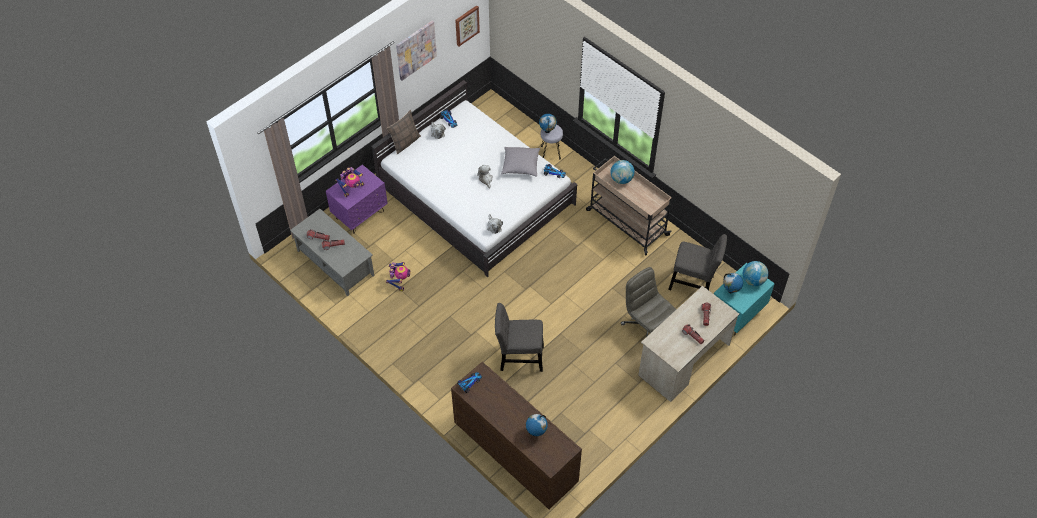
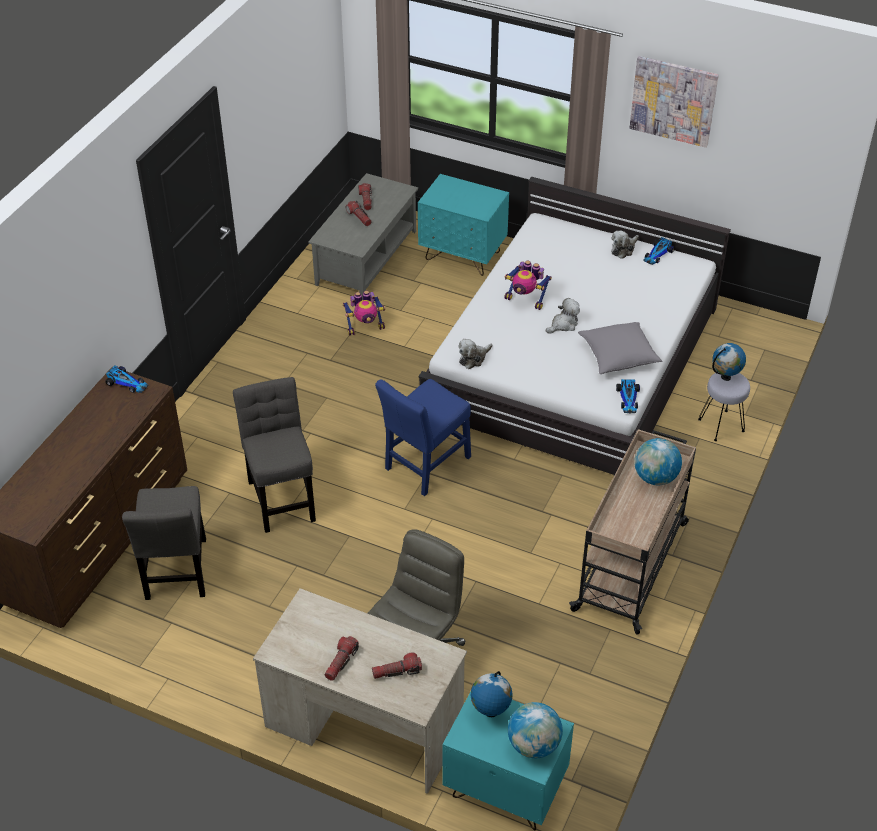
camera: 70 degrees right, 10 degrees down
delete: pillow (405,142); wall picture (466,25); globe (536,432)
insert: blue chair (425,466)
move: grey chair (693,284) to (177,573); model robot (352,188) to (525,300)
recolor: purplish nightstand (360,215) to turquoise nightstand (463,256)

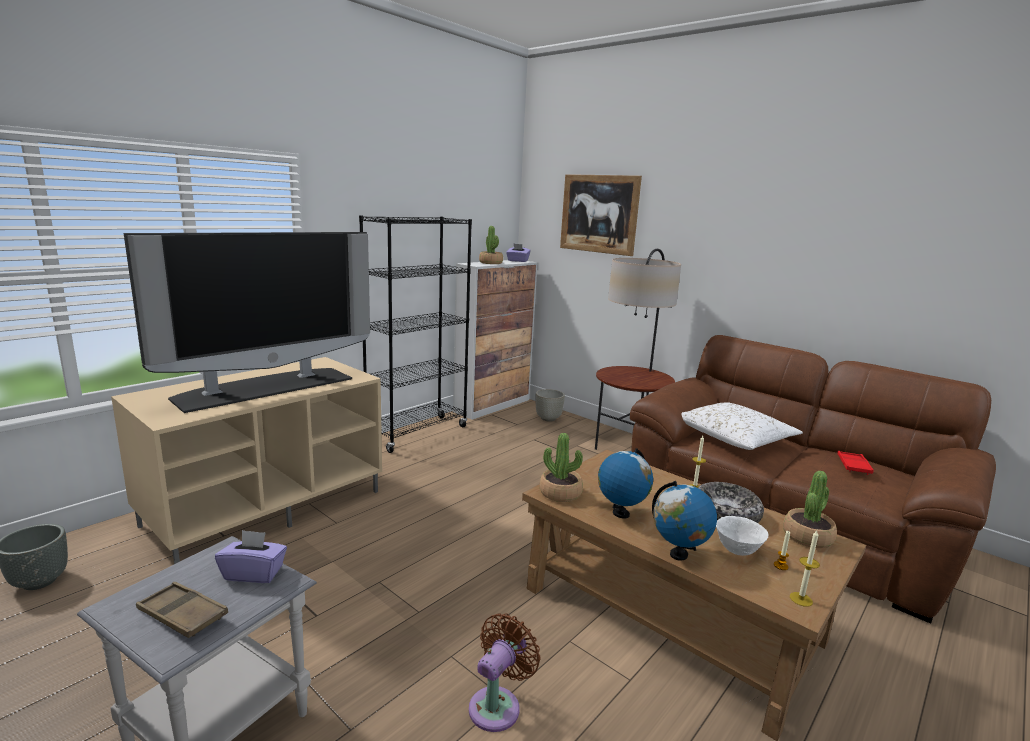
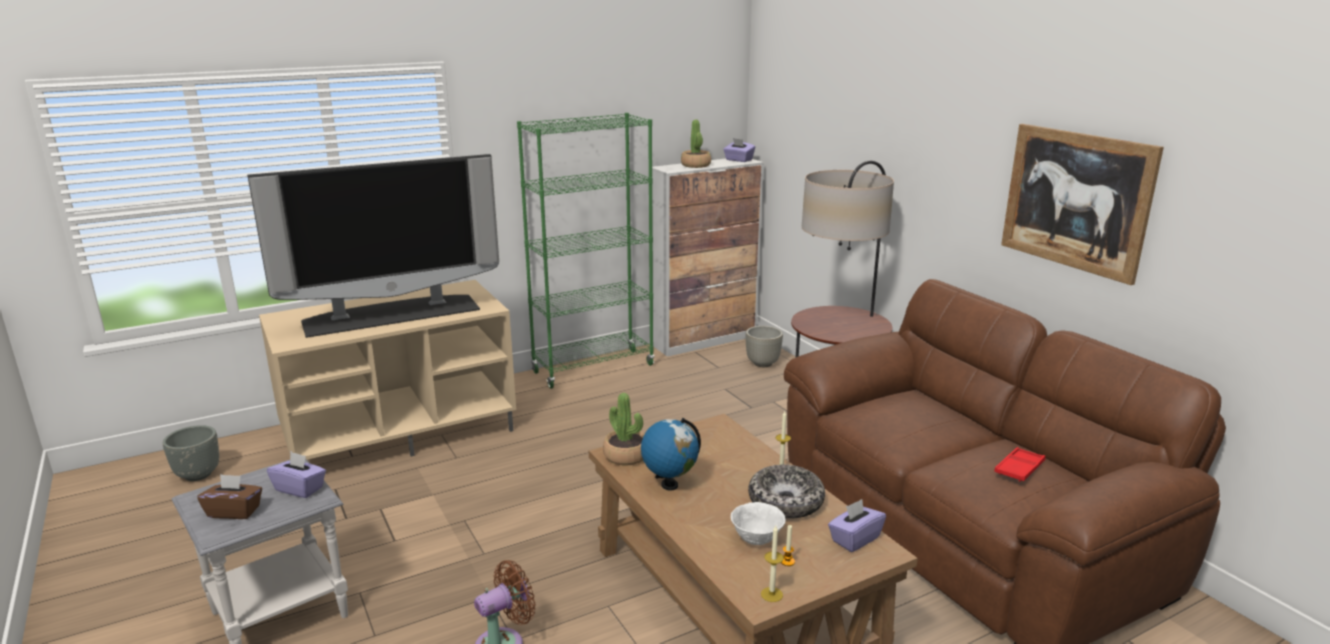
camera: 20 degrees right, 5 degrees up
delete: globe (678,555); white-coloured pillow (735,438)
move: wall picture (599,214) to (1076,200)
replace: brown-coloured carrying tray (182,615) to brown-coloured tissue box (234,511); potted plant (807,537) to purplish tissue box (854,539)
recolor: black shelving unit (417,434) to green-coloured shelving unit (593,369)

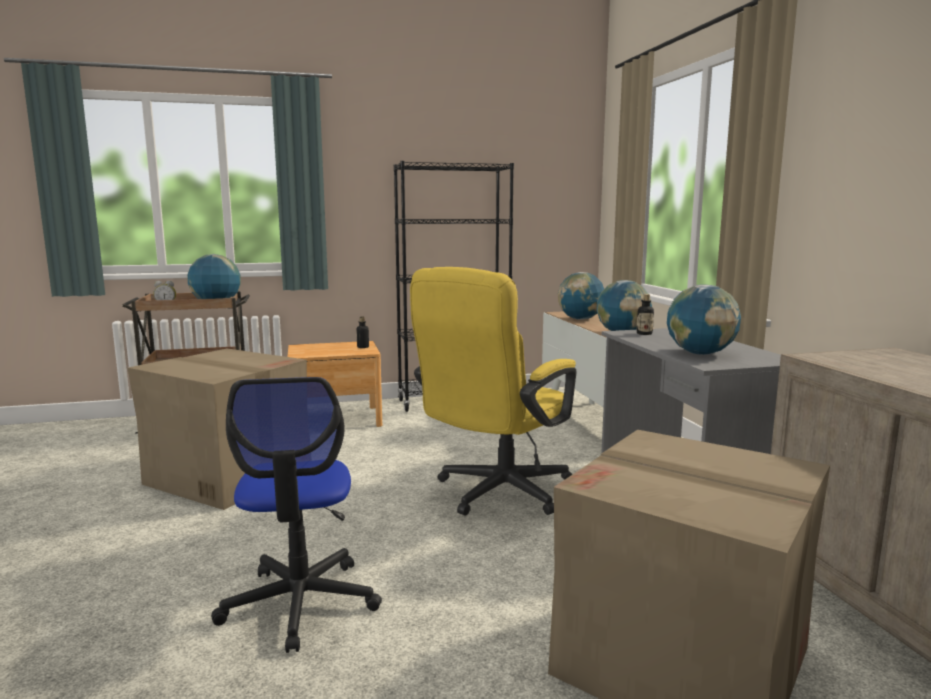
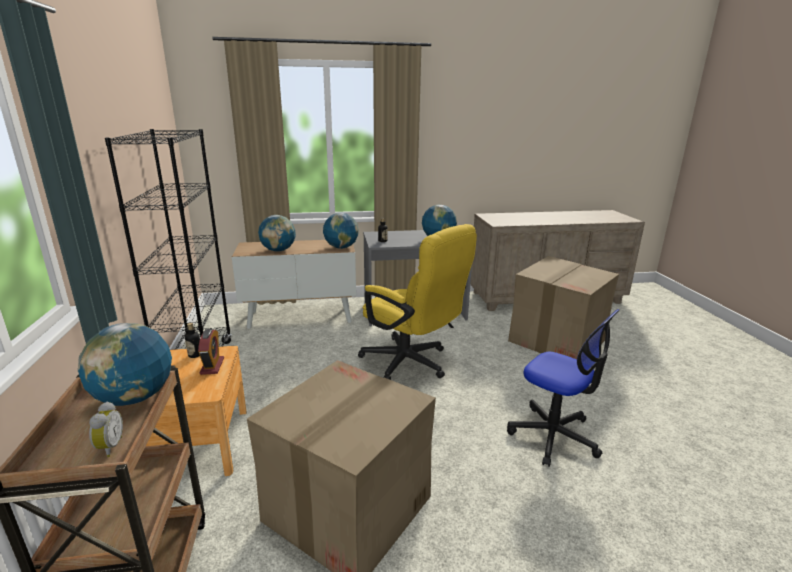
camera: 85 degrees left, 10 degrees up
insert: alarm clock (212,366)
rotate: office chair (300,603) = (553,436) 45 degrees clockwise

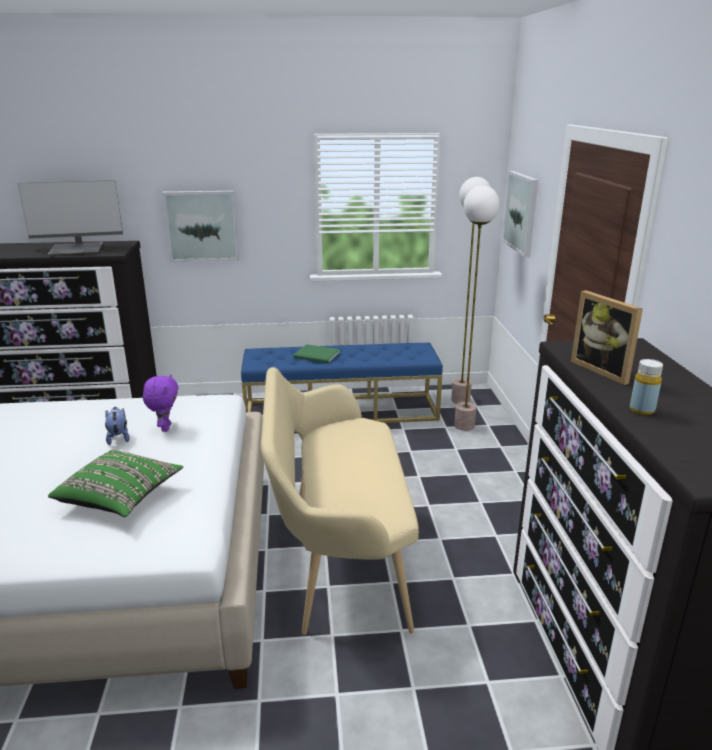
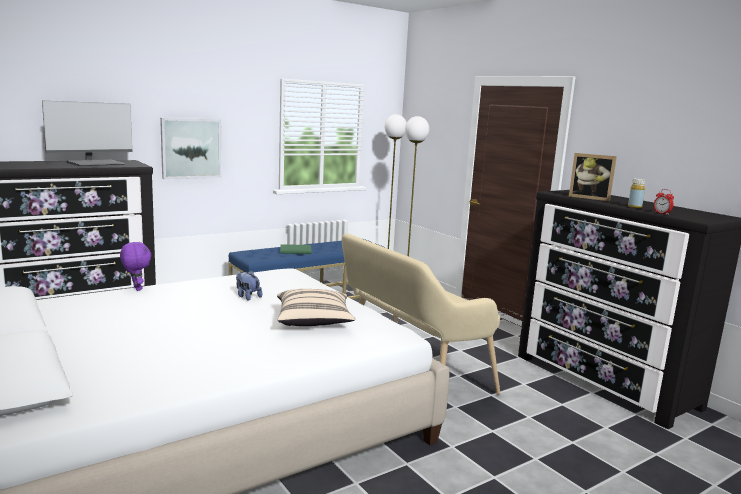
camera: 30 degrees left, 10 degrees down
delete: wall picture (521,212)
insert: alarm clock (661,213)
move: purplish soft toy (165,428) to (136,289)
recolor: green-coloured pillow (120,497) to sand-coloured pillow (314,321)

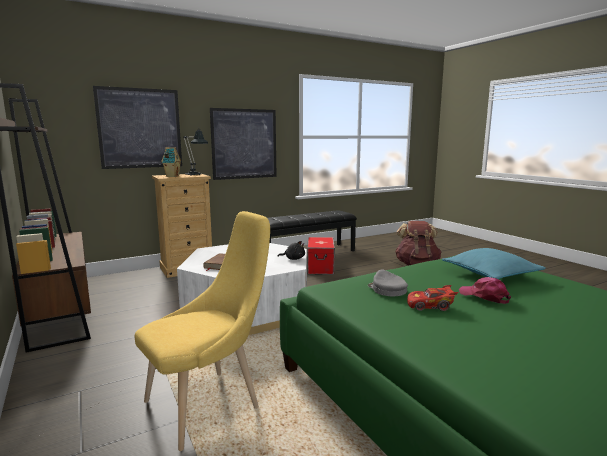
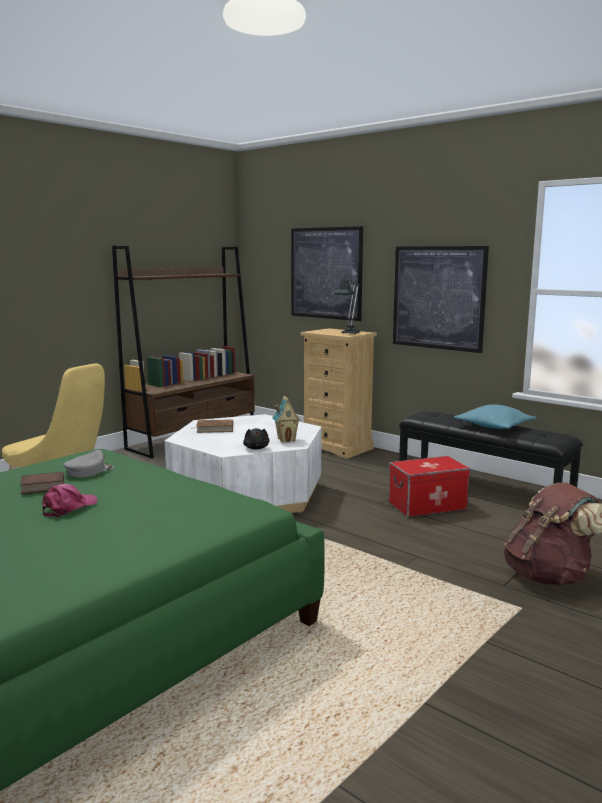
camera: 70 degrees right, 0 degrees up
move: model house (172,176) to (286,439); turquoise pillow (490,274) to (494,426)
replace: red-coloured miniature car (430,306) to bound book (42,488)

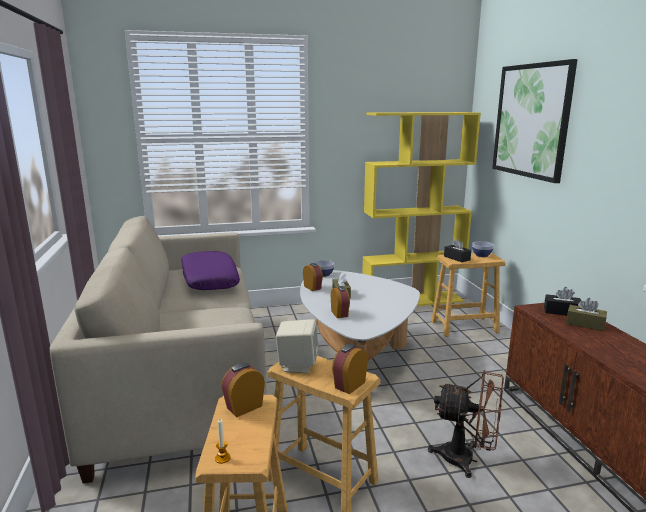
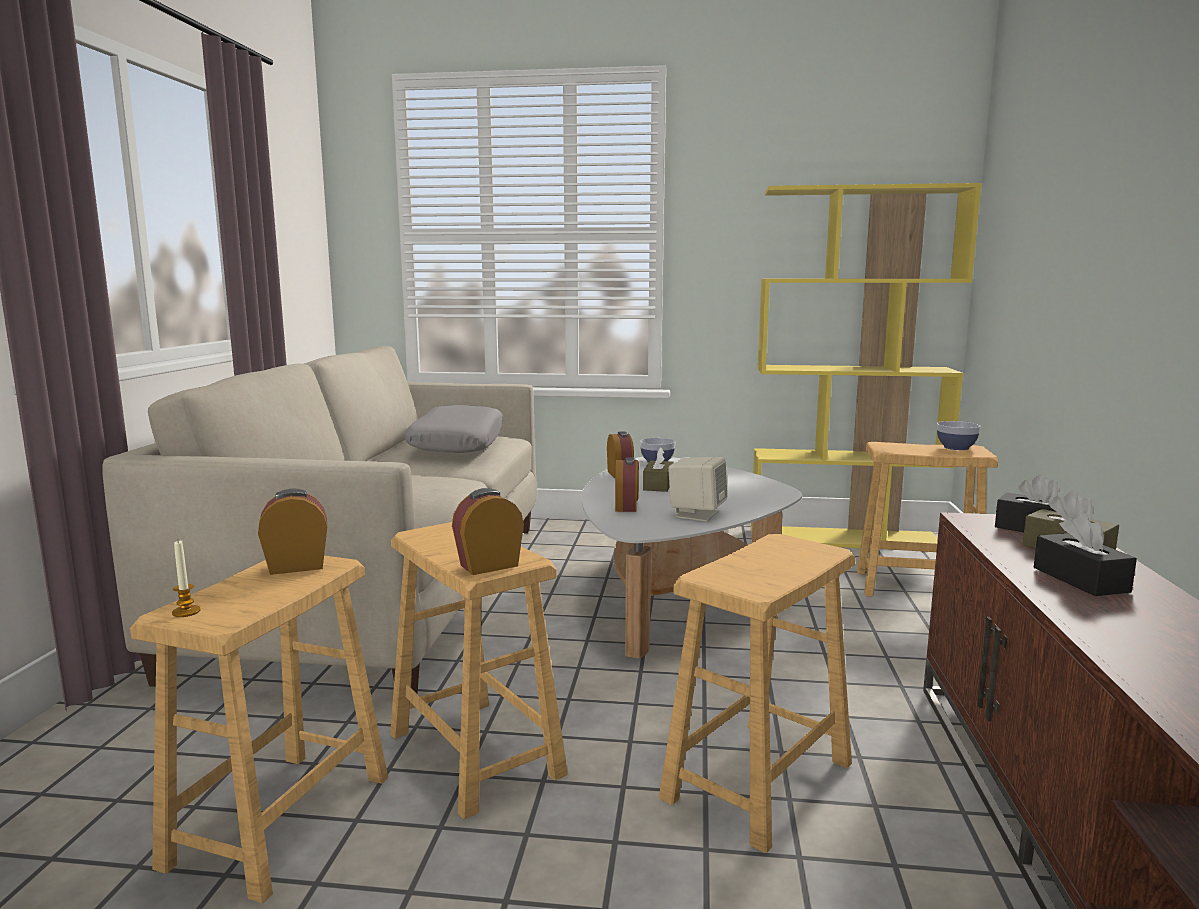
camera: 20 degrees right, 5 degrees down
delete: wall picture (531,121)
move: sand-coloured audio speaker (297,365) to (697,514); black tissue box (457,258) to (1080,579)
replace: brown-coloured cooling fan (466,459) to brown-coloured stool seat (757,780)
recolor: purplish pillow (209,279) to grey pillow (457,444)

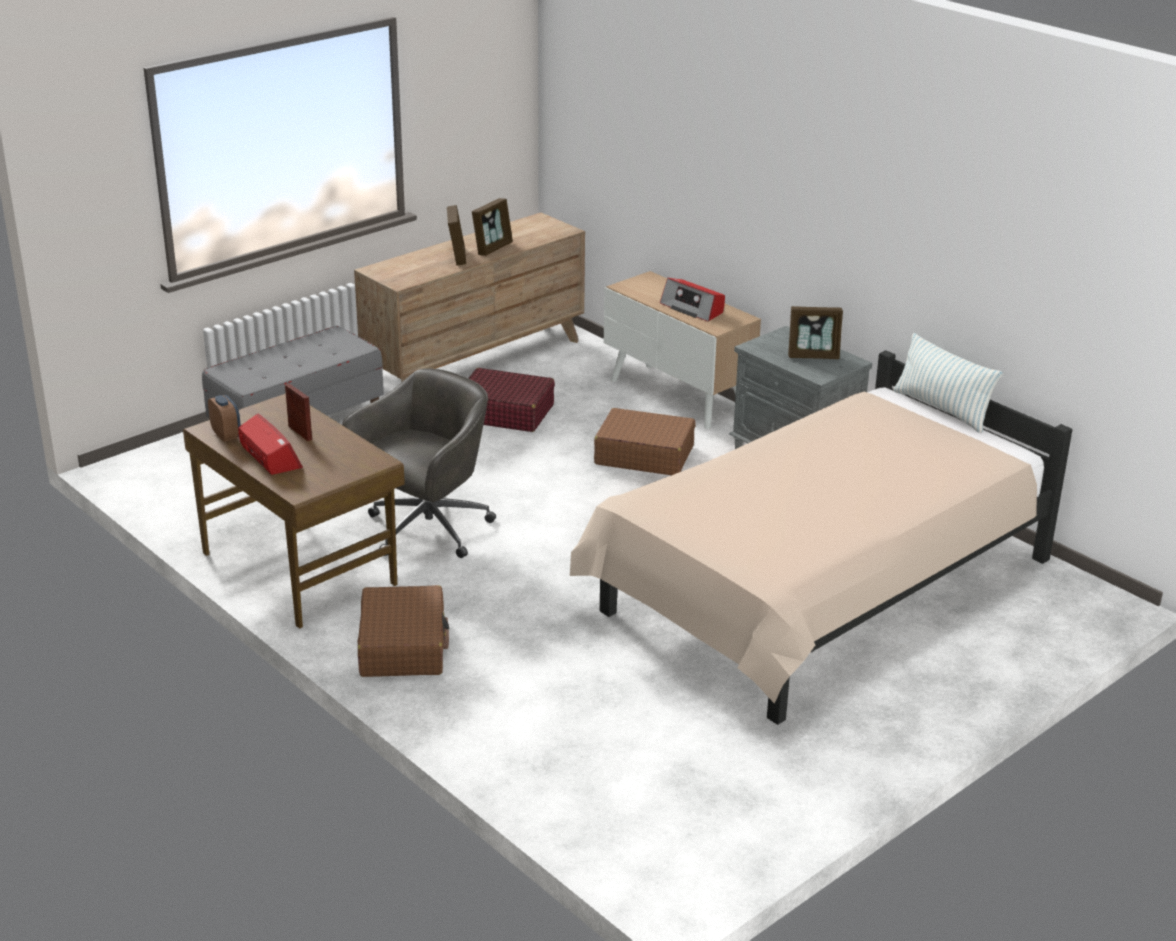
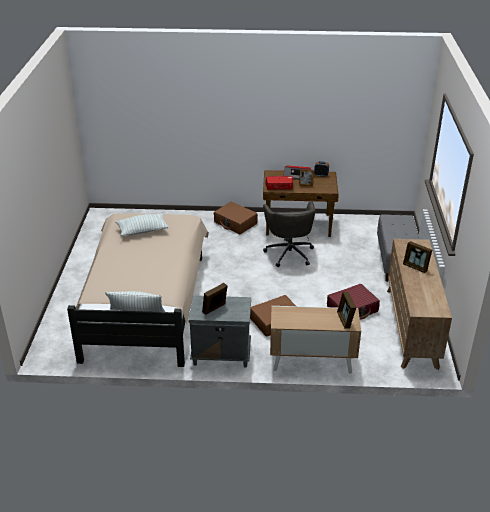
camera: 135 degrees right, 5 degrees up
insert: pillow (142,230)
move: radio (693,308) to (279,187); picture frame (493,248) to (345,320)

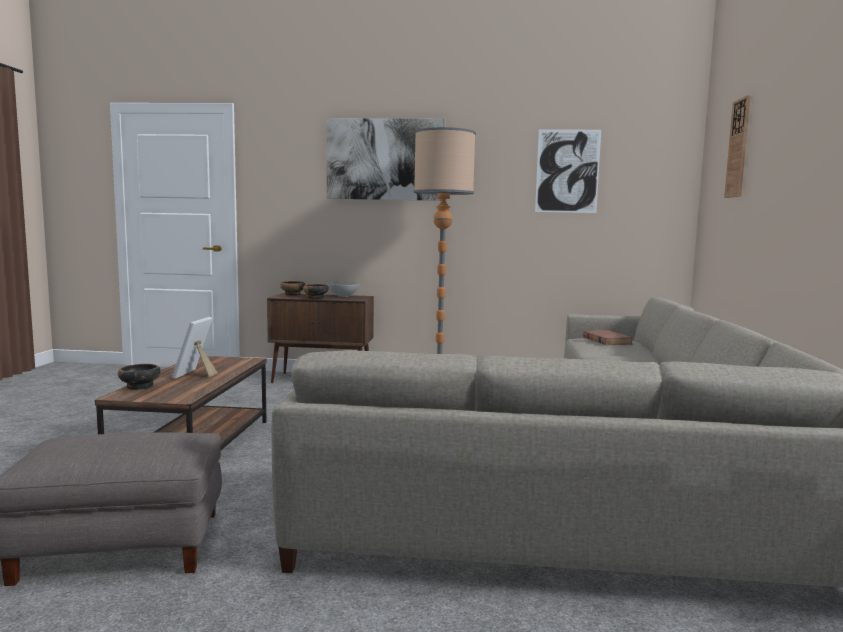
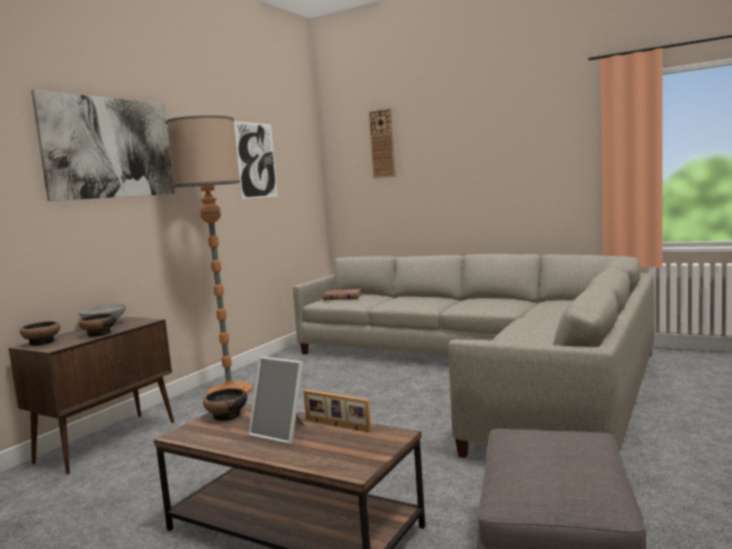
camera: 65 degrees left, 0 degrees up
insert: picture frame (336,425)
move: deep dish (139,387) to (227,416)

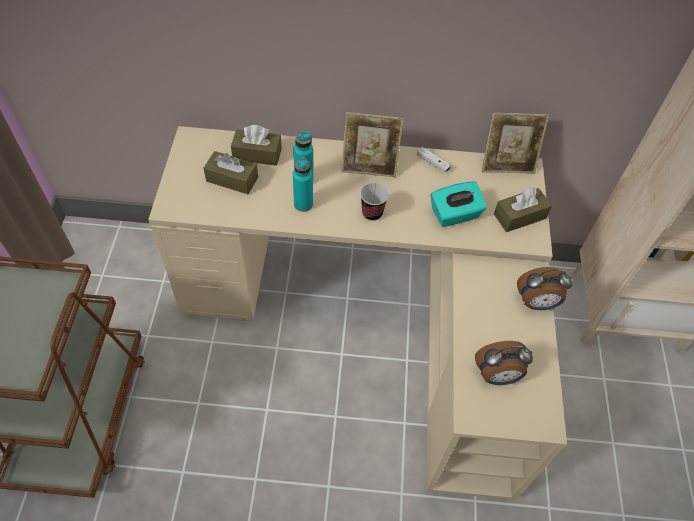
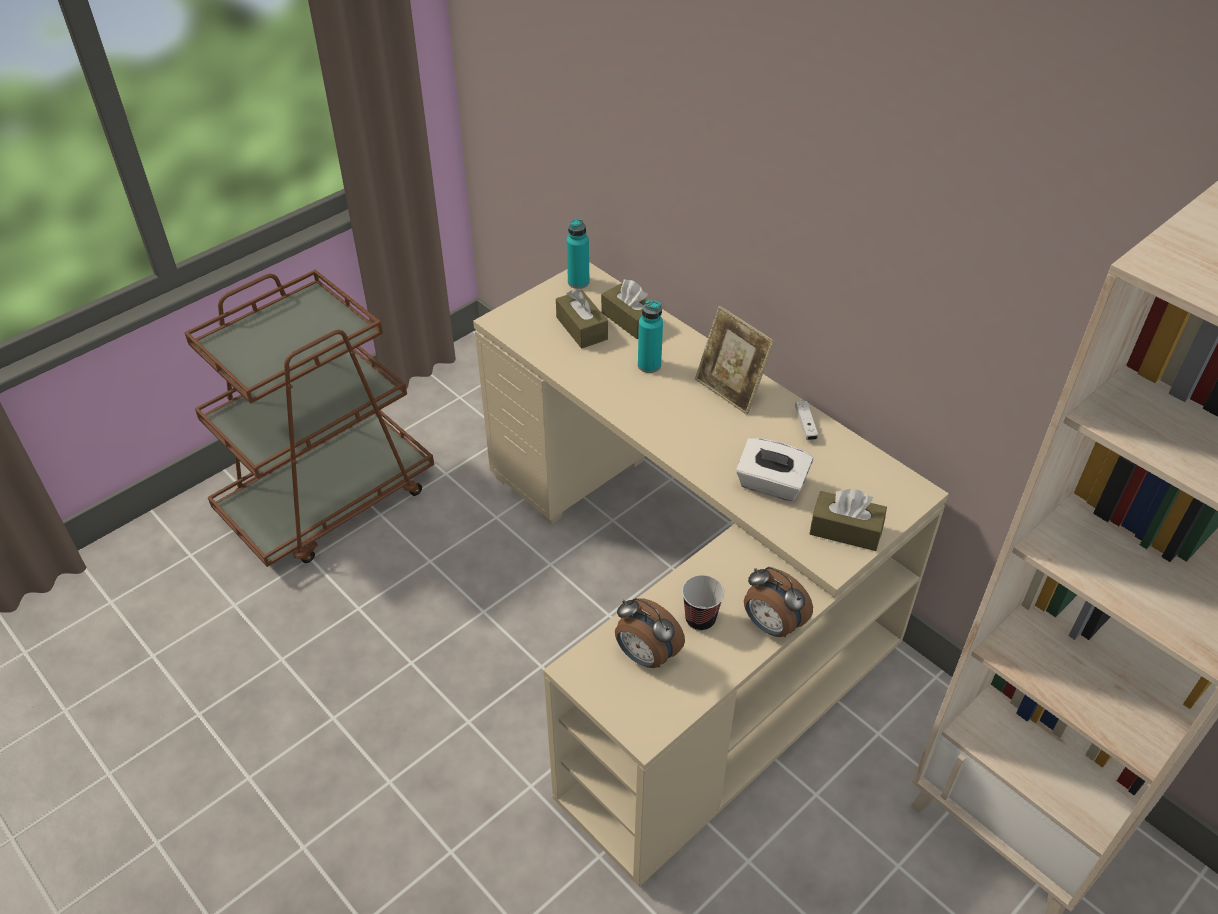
camera: 45 degrees right, 10 degrees down
delete: picture frame (507,165)
move: turquoise beverage bottle (303,204) to (578,282); drinking cup (372,213) to (700,619)
recolor: turquoise tissue box (455,214) to white-coloured tissue box (771,485)

